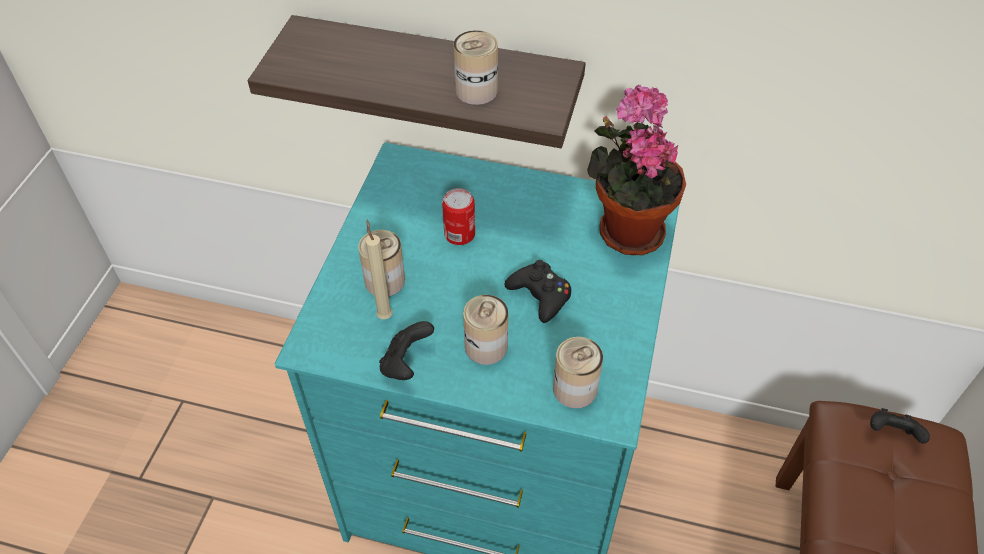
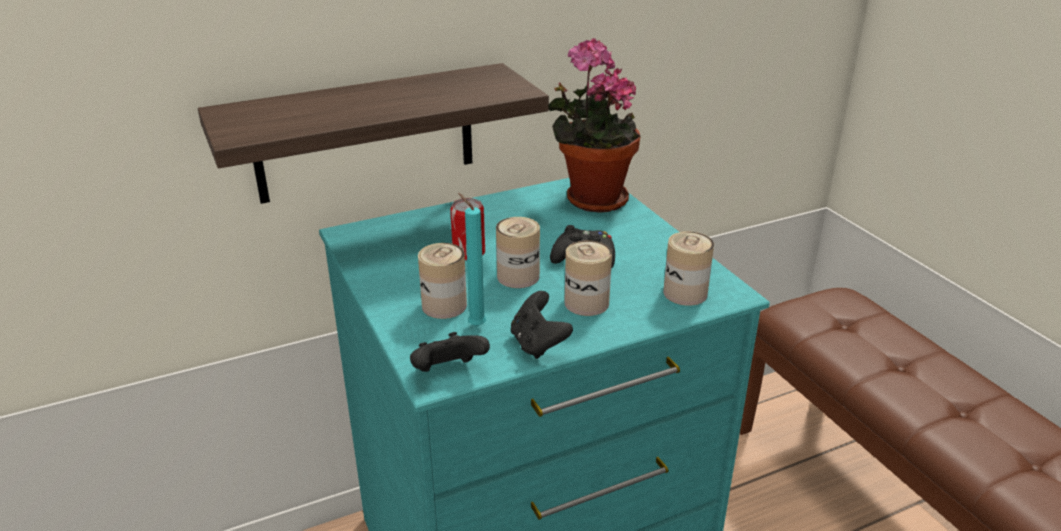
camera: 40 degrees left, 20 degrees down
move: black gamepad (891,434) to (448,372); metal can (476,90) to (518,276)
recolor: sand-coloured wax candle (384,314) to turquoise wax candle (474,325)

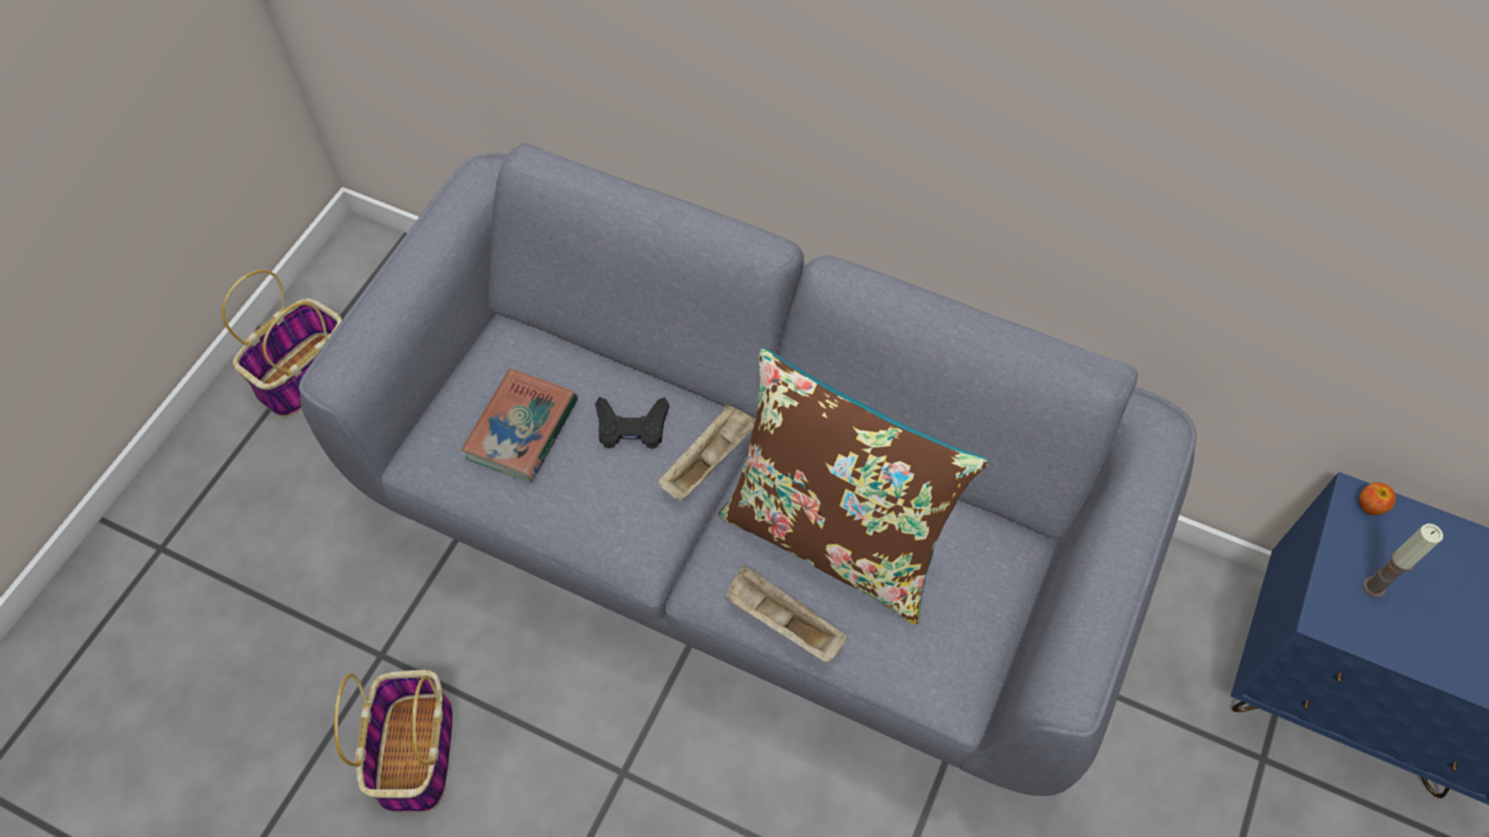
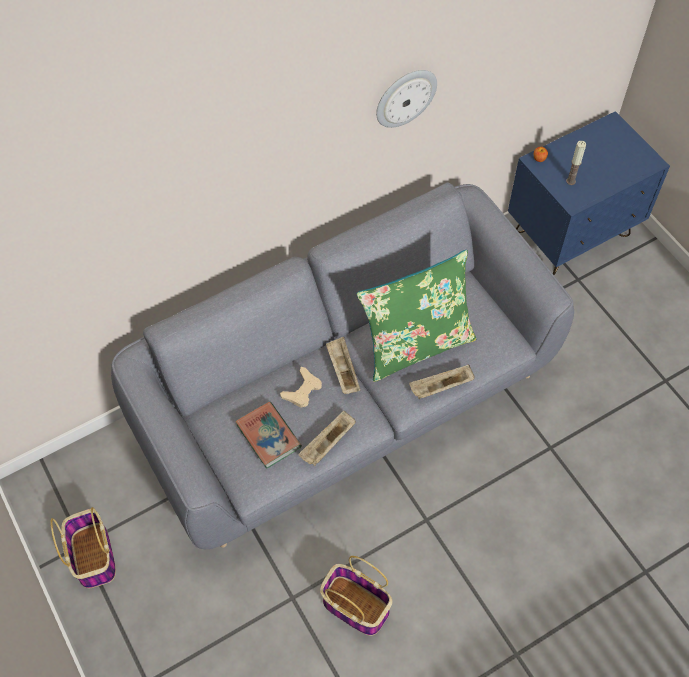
camera: 55 degrees left, 0 degrees up
insert: sand-coloured carrying tray (328,444); wall clock (405,97)
recolor: black gamepad (631,427) to sand-coloured gamepad (302,390); brown-coloured pillow (835,538) to green-coloured pillow (416,344)

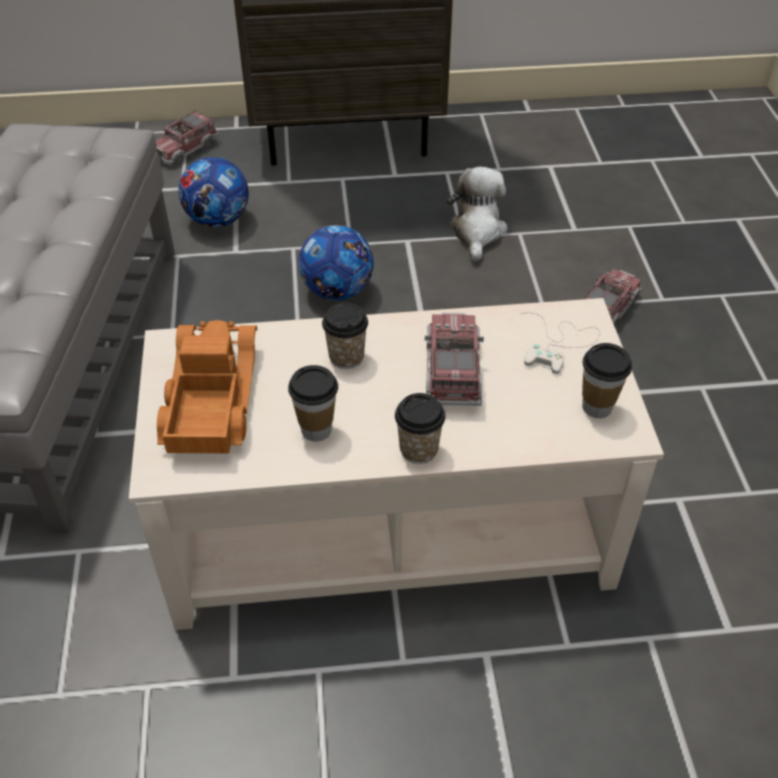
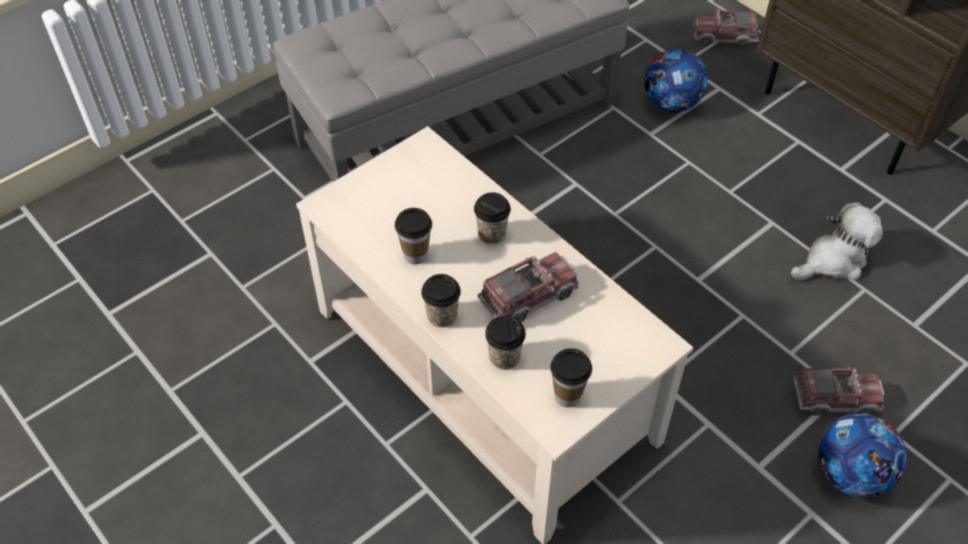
camera: 55 degrees right, 5 degrees up
delete: model truck (209,398); white-coloured gamepad (558,344)
insert: drinking cup (504,357)
move: football ball (337,291) to (850,474)

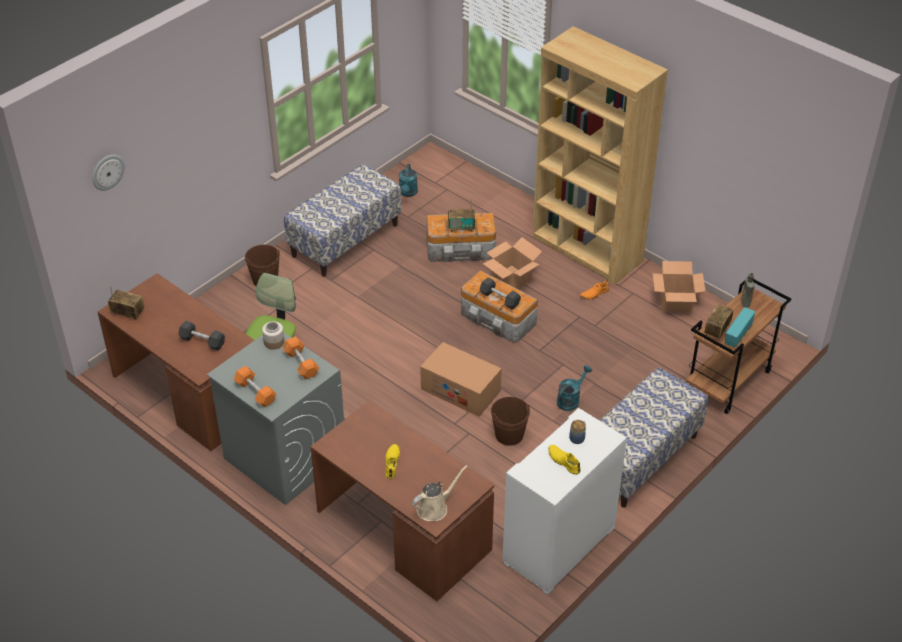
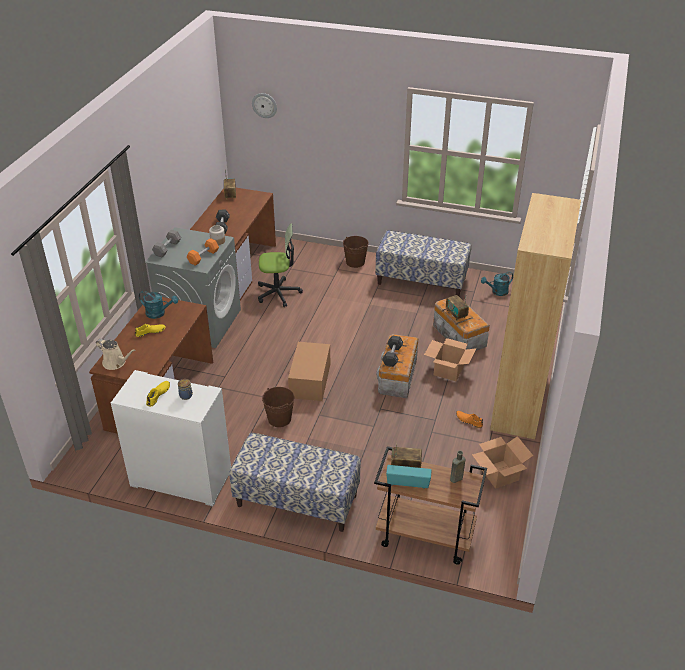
camera: 65 degrees right, 5 degrees down
move: turquoise watering can (570,399) to (159,313)
recolor: orange-coloured hand weight (255,392) to grey hand weight (167,248)

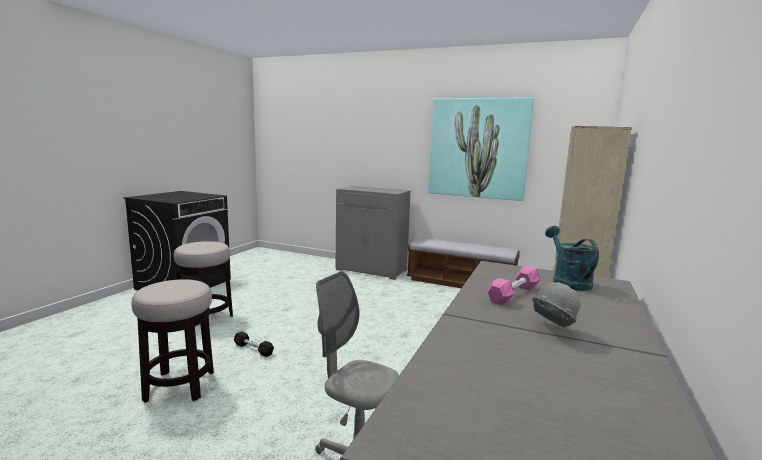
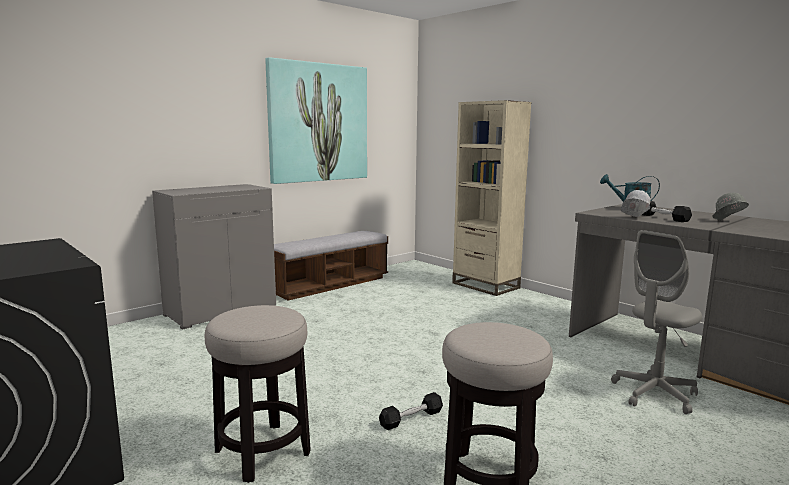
camera: 65 degrees left, 0 degrees up
insert: white-coloured safety helmet (633,218)
recolor: pink hand weight (513,294) to black hand weight (663,218)

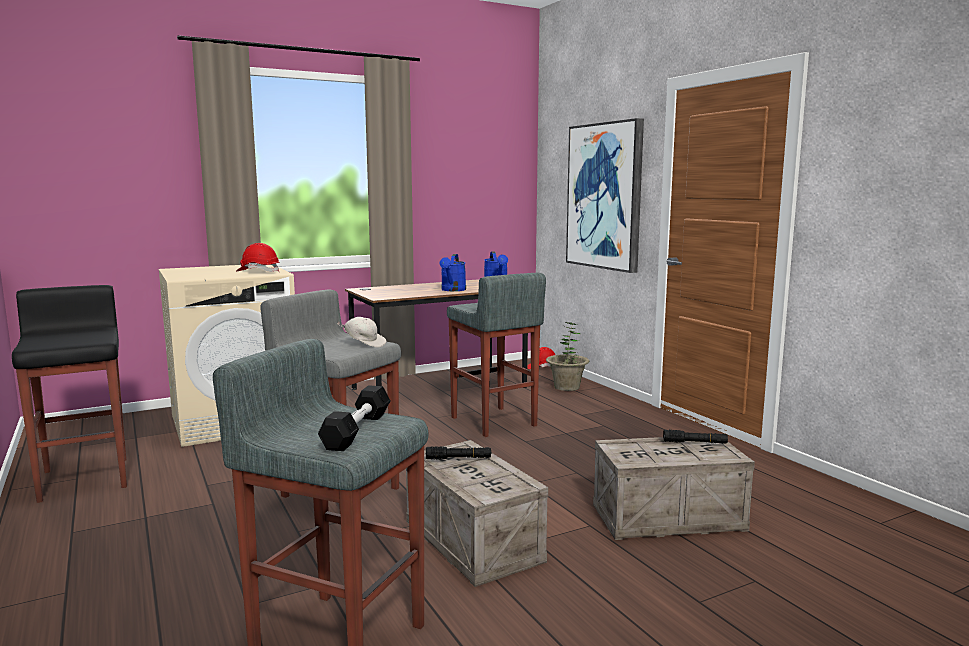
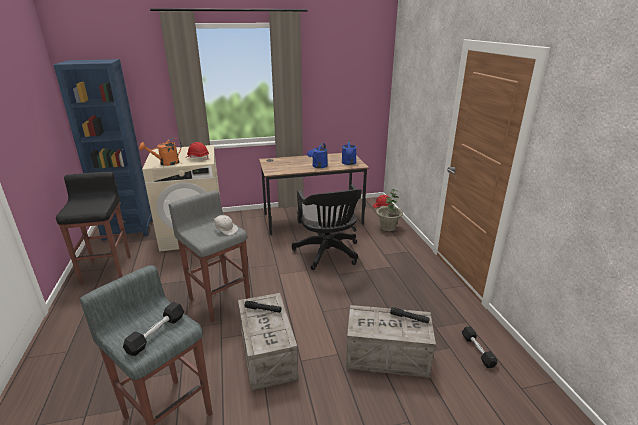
camera: 15 degrees right, 15 degrees up
delete: wall picture (605,196)
insert: blue shelving unit (128,229); orange-coloured watering can (166,163); black hand weight (477,350)
replace: grey stool seat (493,422) to black office chair (328,254)

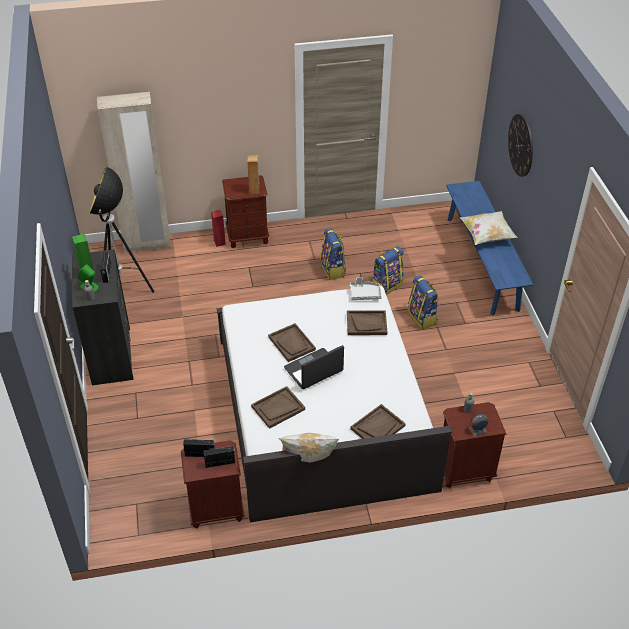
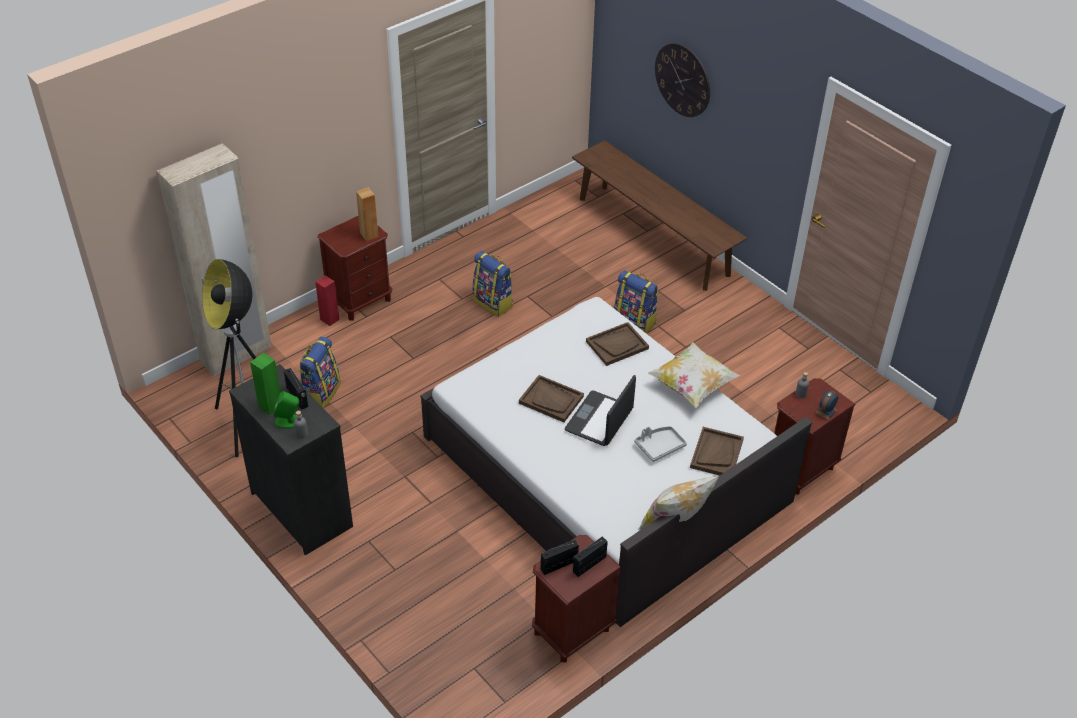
camera: 30 degrees left, 0 degrees up
delete: brown-coloured carrying tray (278,408)
move: knapsack (386,285) to (320,393); grey carrying tray (364,294) to (659,447); pillow (487,236) to (692,386)
recolor: blue long seat (482,263) to brown-coloured long seat (652,236)

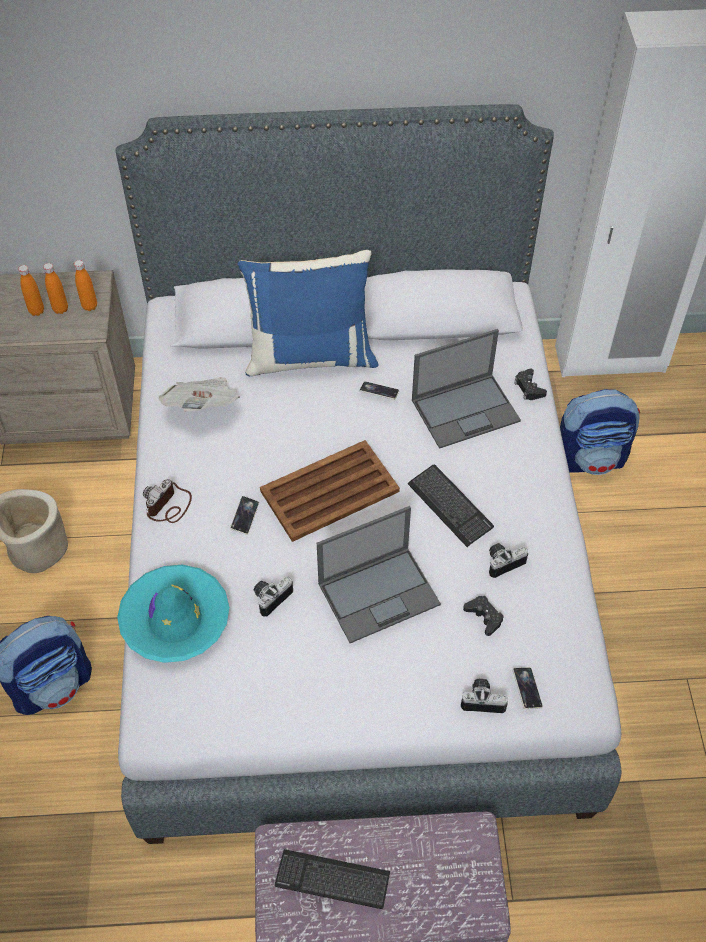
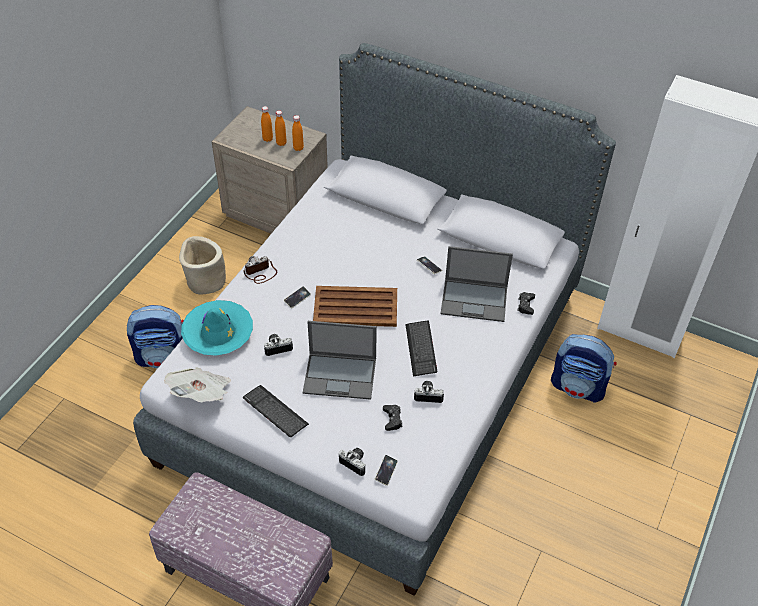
camera: 30 degrees right, 5 degrees down
delete: blue pillow (310,355)
move: newspaper (203,407) to (201,394); keyboard (332,880) to (275,412)

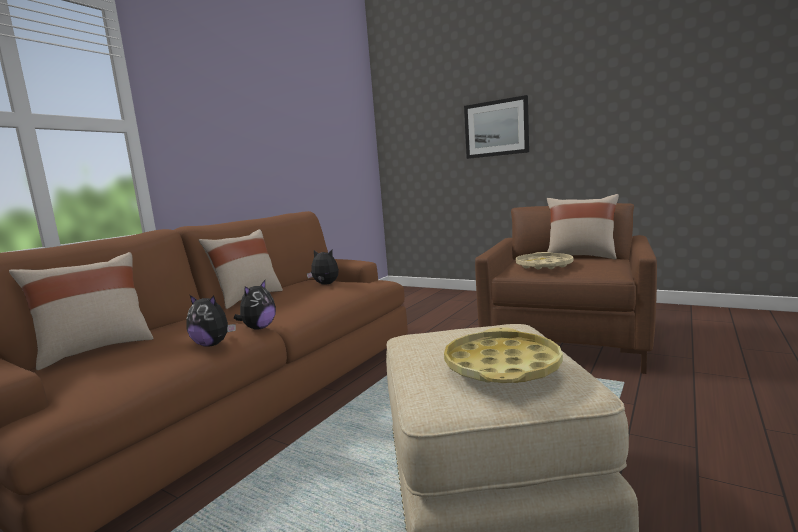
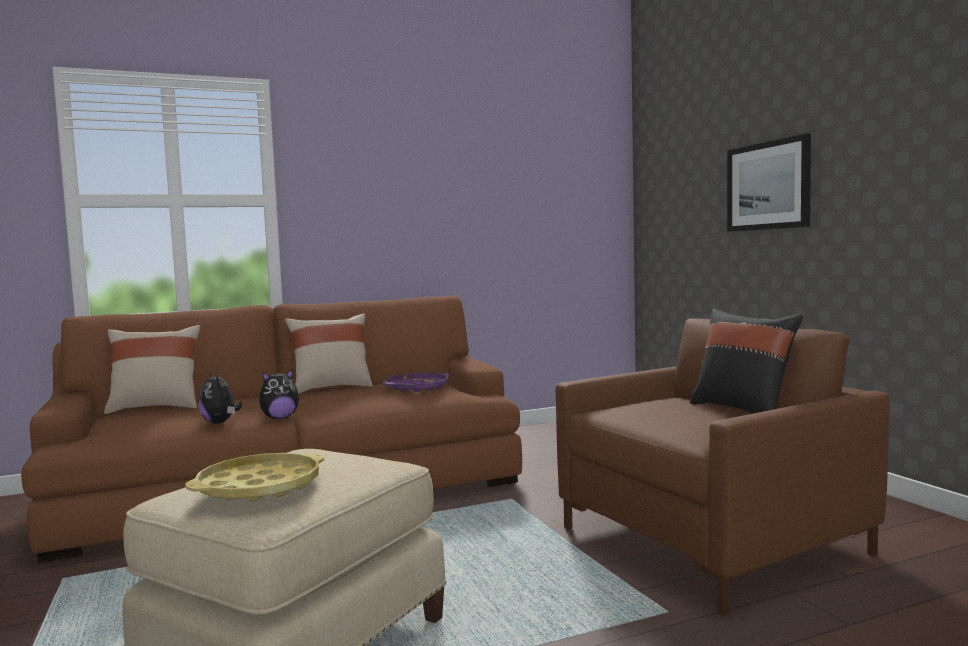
camera: 35 degrees right, 5 degrees down
delete: sand-coloured carrying tray (543,265)
replace: soft toy (325,284) to purplish carrying tray (416,388)
recolor: sand-coloured pillow (580,257) to black pillow (743,410)

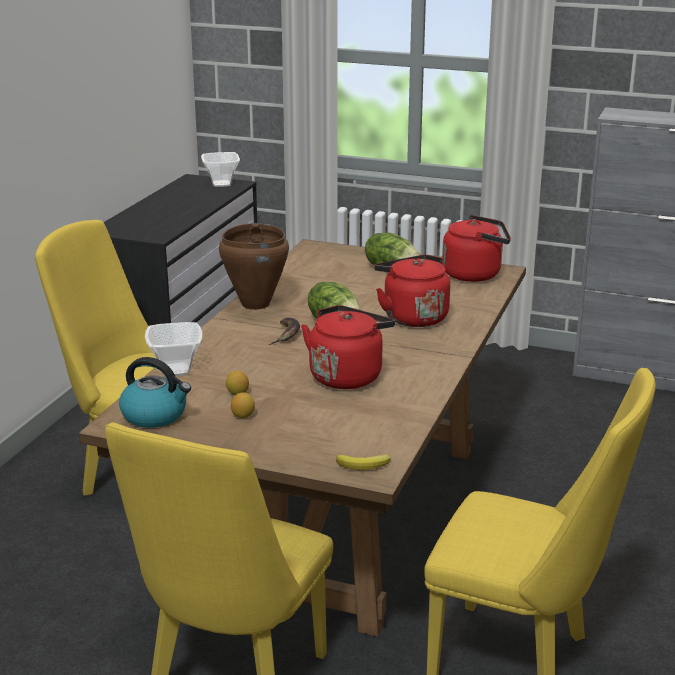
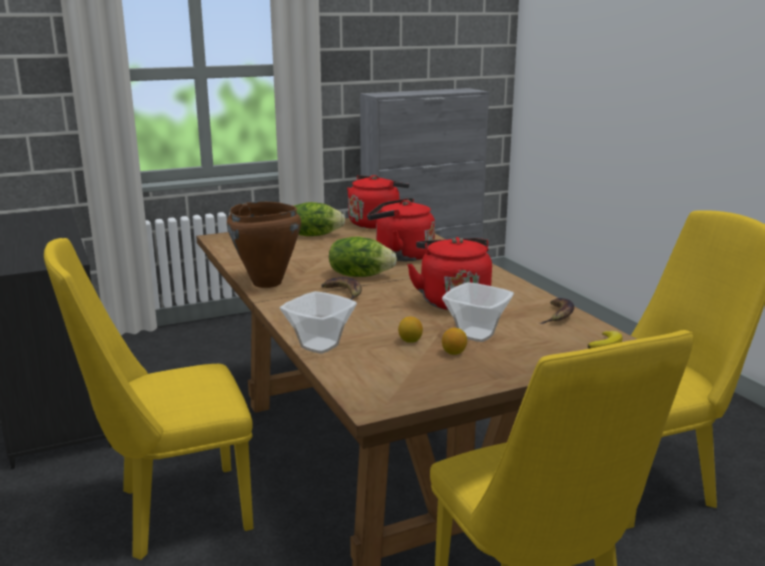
camera: 45 degrees left, 5 degrees down
delete: water kettle (155,415)
insert: banana fruit (558,315)
move: deep dish (222,183) to (476,334)

